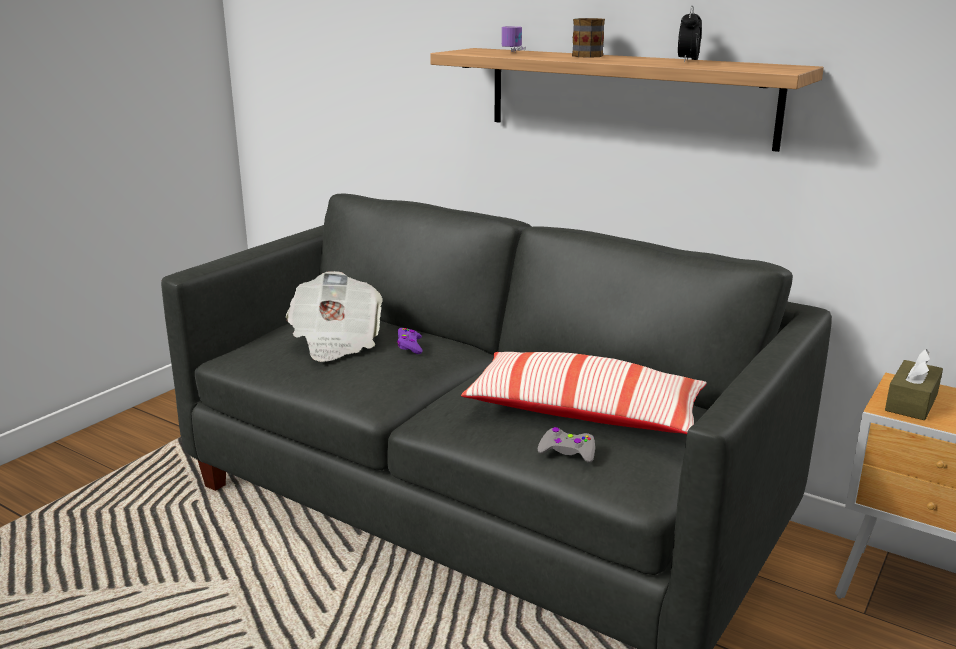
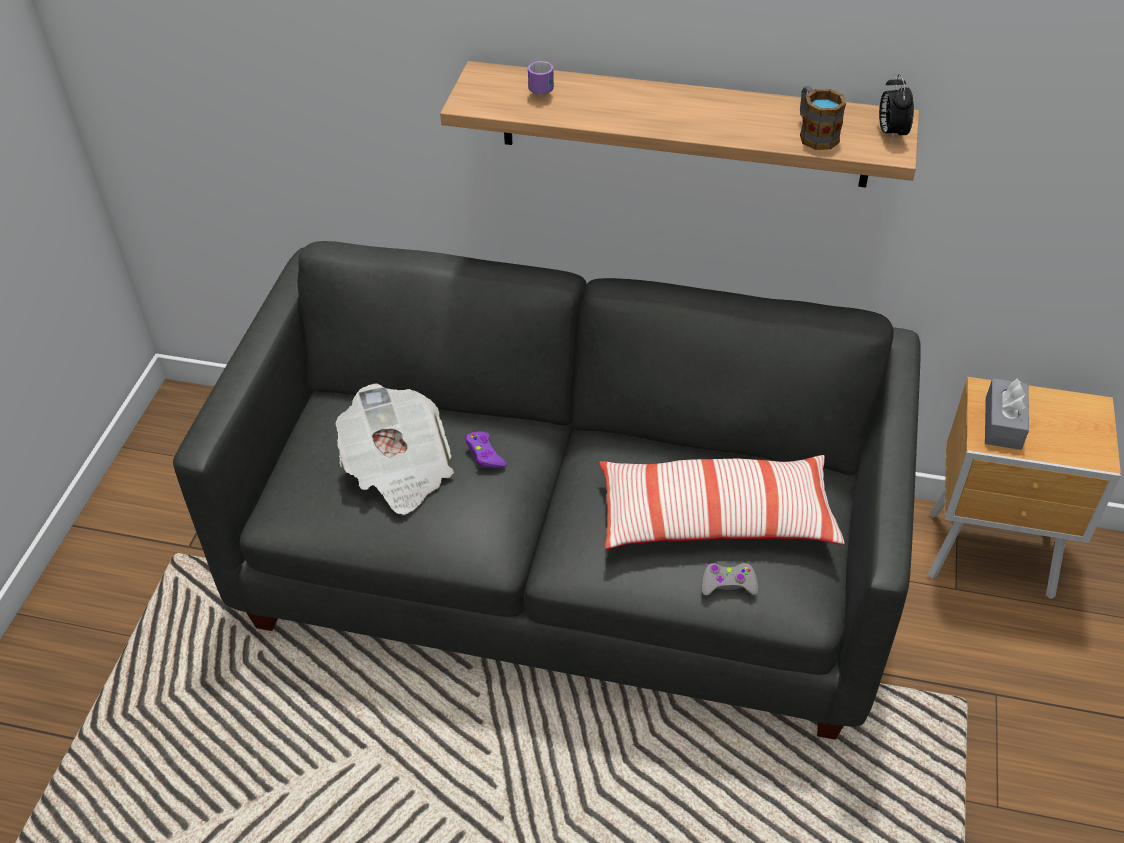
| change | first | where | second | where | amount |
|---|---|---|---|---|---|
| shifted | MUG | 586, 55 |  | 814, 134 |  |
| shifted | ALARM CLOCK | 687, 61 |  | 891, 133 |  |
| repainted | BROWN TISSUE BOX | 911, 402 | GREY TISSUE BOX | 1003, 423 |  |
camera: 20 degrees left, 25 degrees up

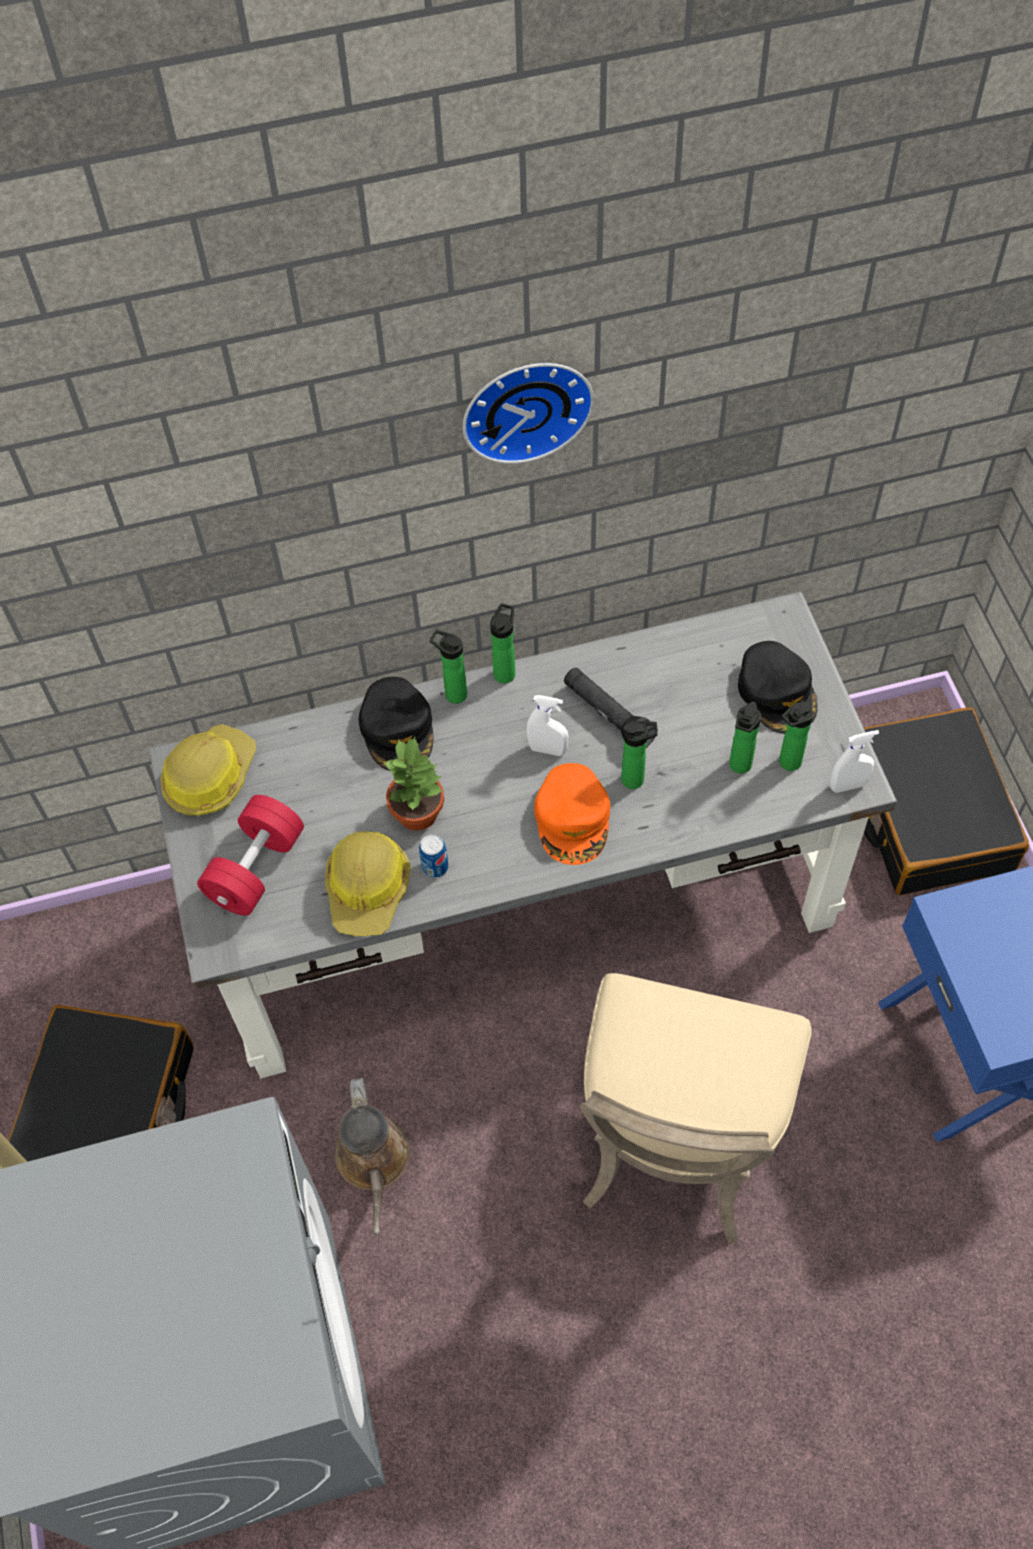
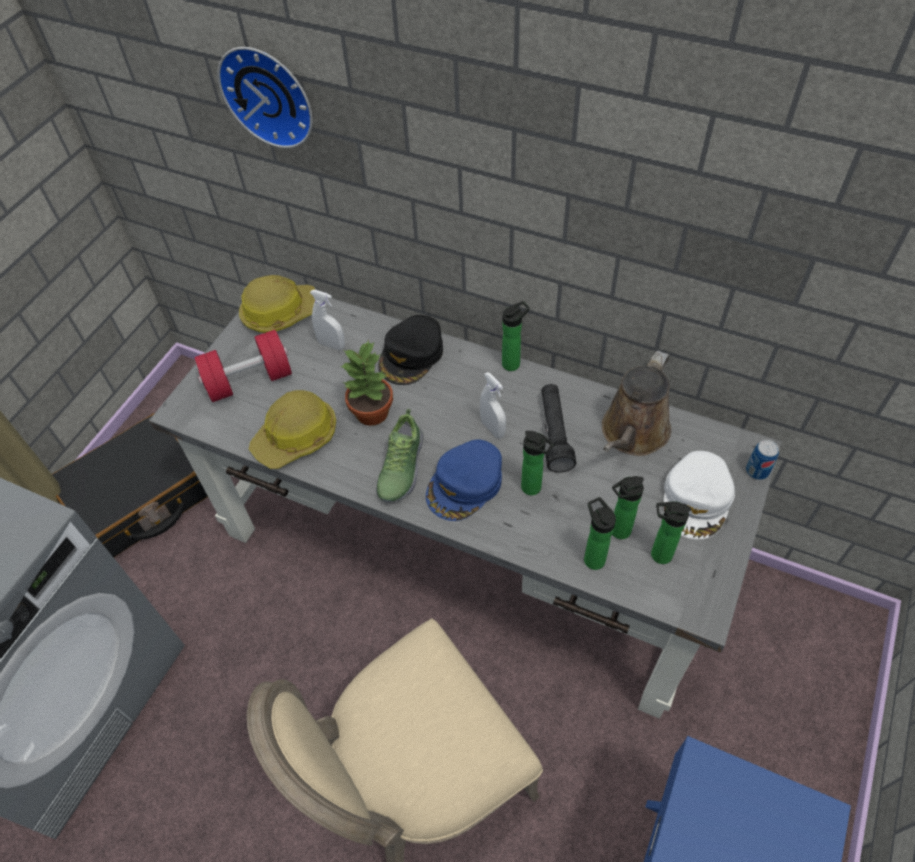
| change | first | where | second | where | amount |
|---|---|---|---|---|---|
| gone | BLACK SUITCASE | 928, 815 |  |  |  |
| new |  |  | SHOE | 400, 468 |  |
| shifted | BROWN WATERING CAN | 374, 1162 |  | 632, 434 |  |
| shifted | CAN | 435, 867 |  | 757, 471 |  |
| shifted | BOTTLE | 452, 693 |  | 592, 557 |  |
| shifted | WALL CLOCK | 525, 406 |  | 270, 94 |  |
| shifted | WHITE SPRAY BOTTLE | 848, 785 |  | 331, 345 |  |
| repainted | ORANGE CAP | 573, 819 | BLUE CAP | 465, 485 |  |
| repainted | BLACK CAP | 777, 692 | WHITE CAP | 697, 499 |  |
camera: 40 degrees right, 5 degrees down

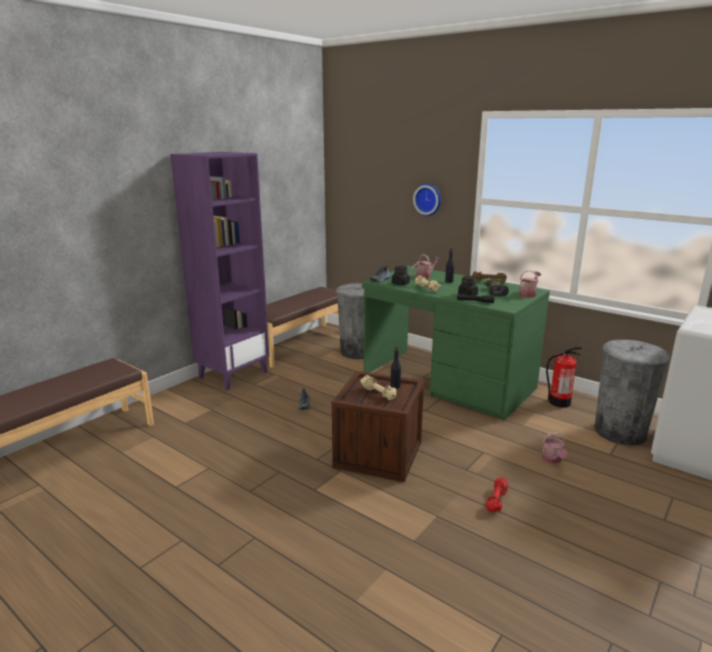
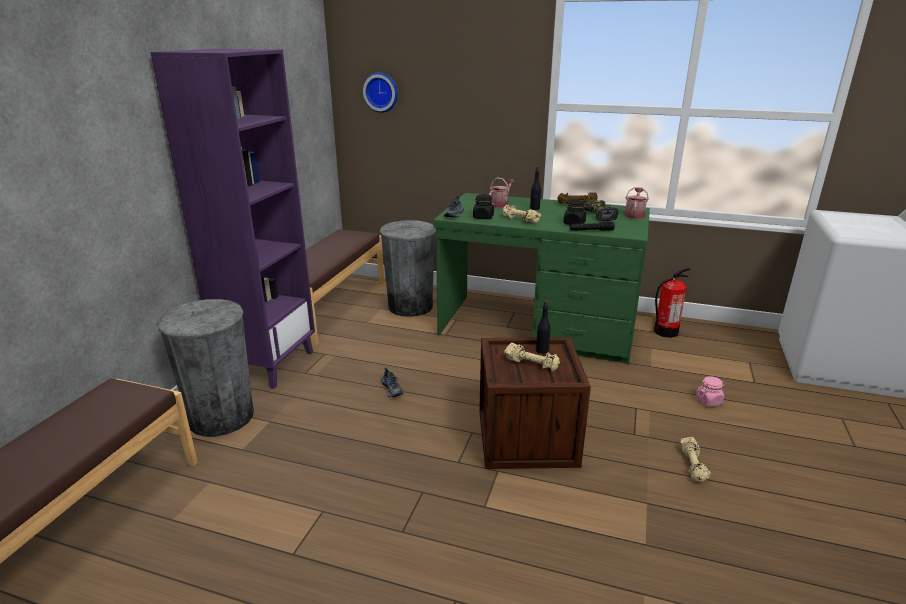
| change | first | where | second | where | amount |
|---|---|---|---|---|---|
| shifted | WALL CLOCK | 428, 199 |  | 381, 92 |  |
| shifted | GREY TRASH CAN | 620, 432 |  | 221, 417 |  |
| swapped | WATERING CAN | 552, 459 | PINK JAR | 708, 401 |  |
| repainted | RED DUMBBELL | 497, 501 | BEIGE DUMBBELL | 693, 466 |  |
camera: 20 degrees left, 5 degrees up

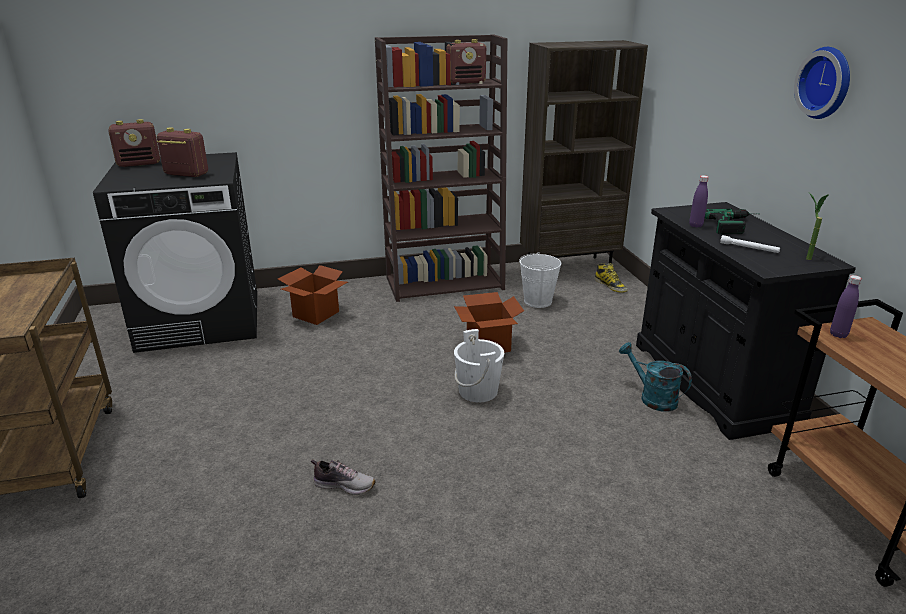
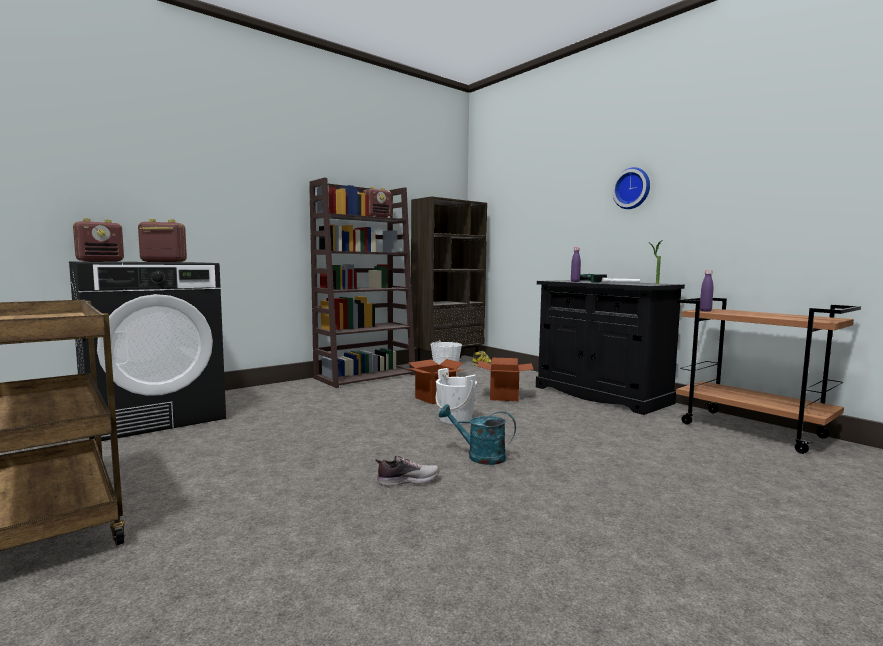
| change | first | where | second | where | amount |
|---|---|---|---|---|---|
| shifted | CARDBOARD BOX | 316, 314 |  | 503, 396 |  |
| shifted | TURQUOISE WATERING CAN | 652, 398 |  | 479, 456 |  |
camera: 25 degrees left, 20 degrees down

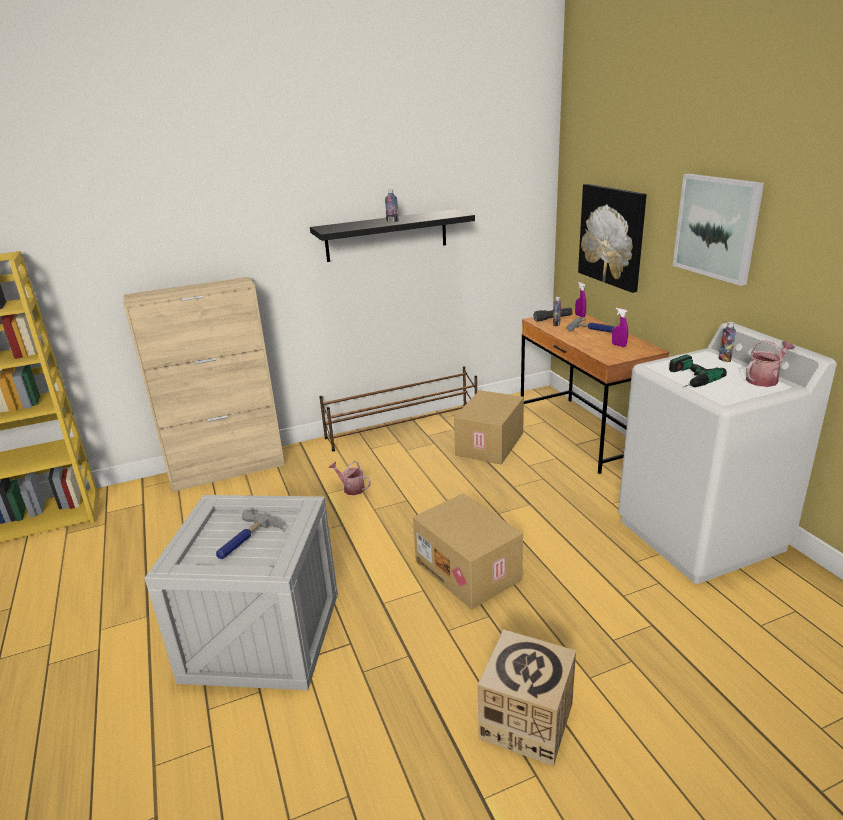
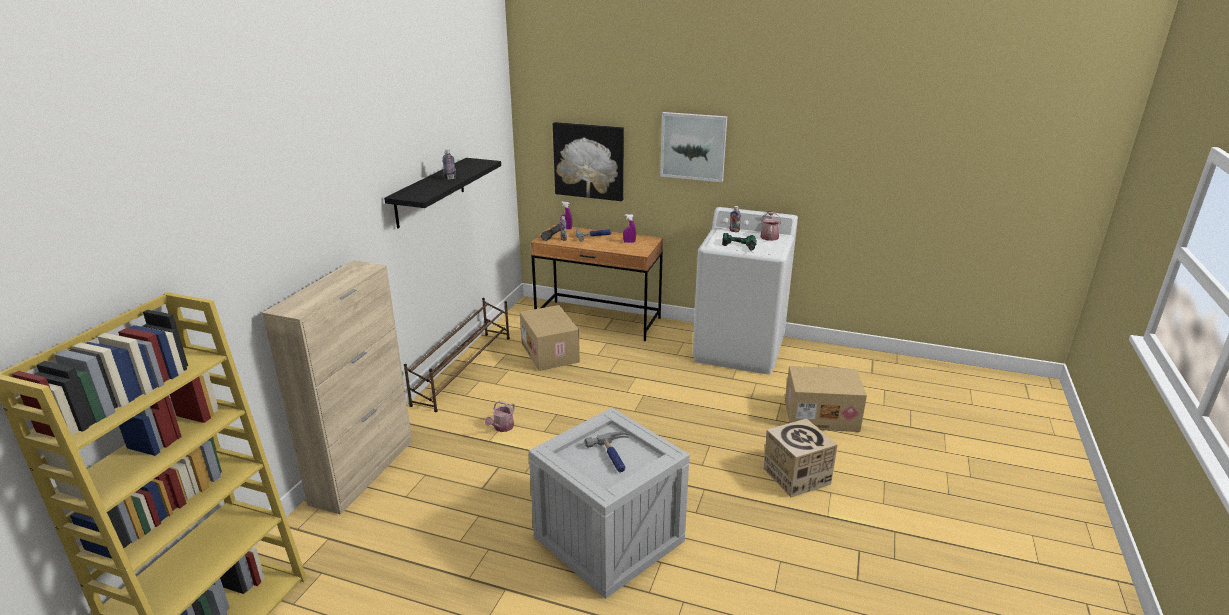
| change | first | where | second | where | amount |
|---|---|---|---|---|---|
| shifted | CARDBOARD BOX | 469, 570 |  | 821, 415 |  |
| rotated | WATERING CAN | 351, 488 |  | 502, 428 | 45 degrees counterclockwise |
camera: 50 degrees left, 0 degrees up

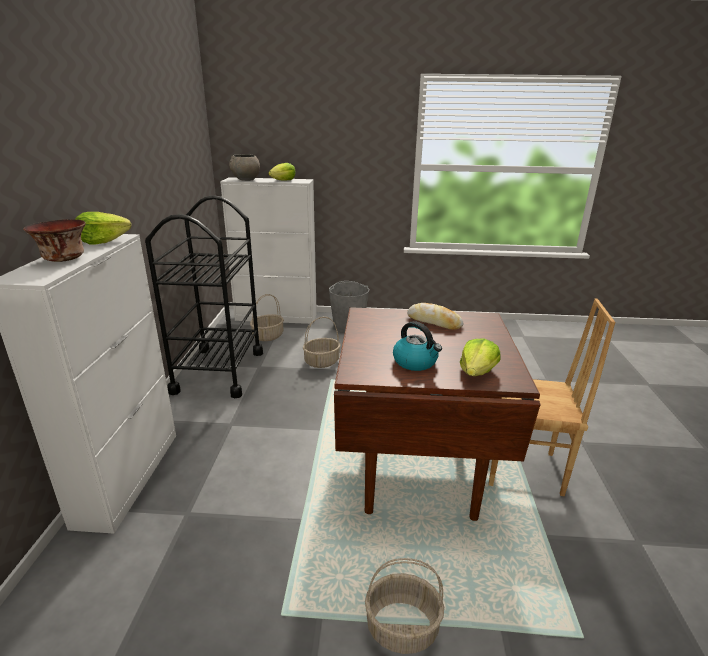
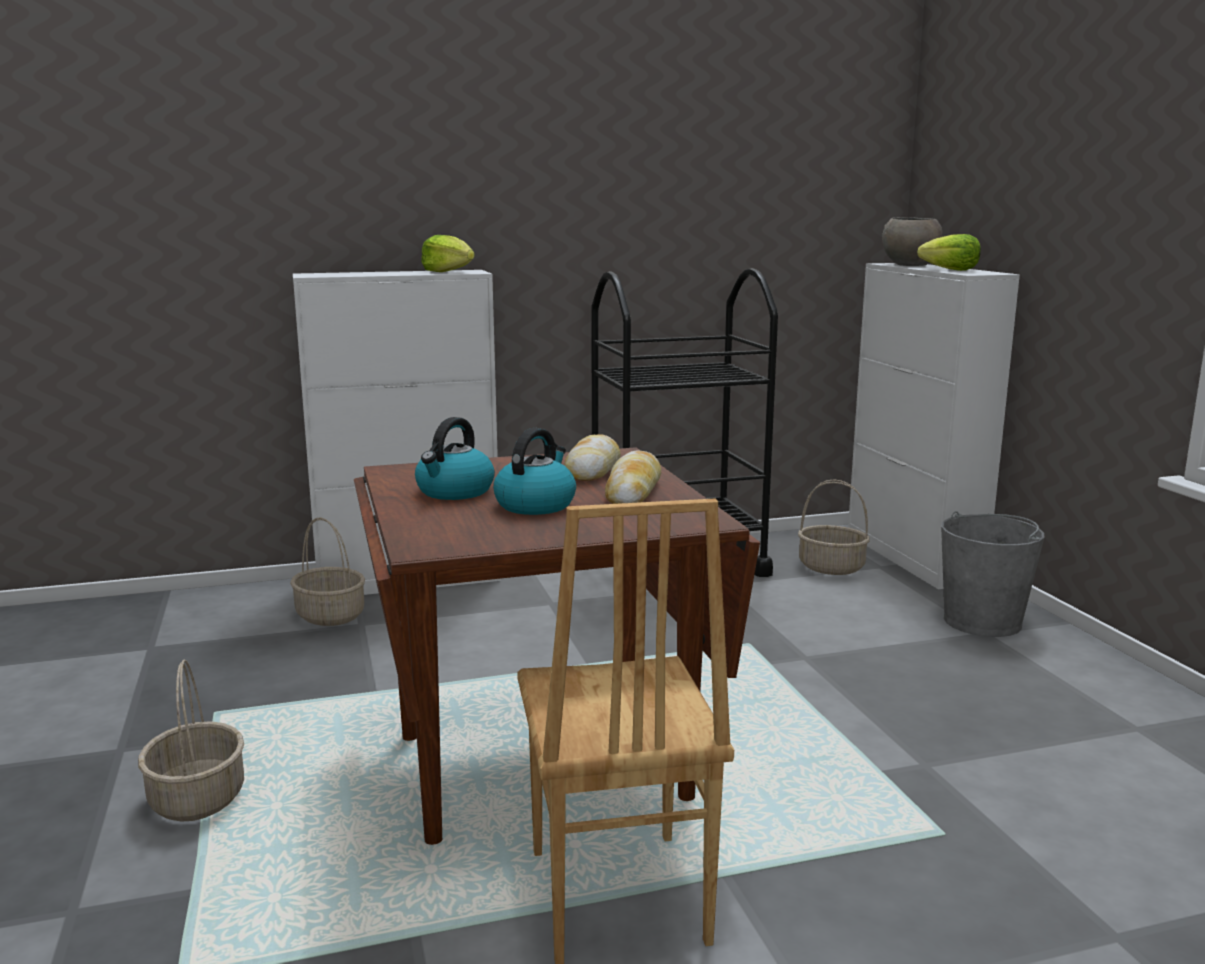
| change | first | where | second | where | amount |
|---|---|---|---|---|---|
| gone | BOWL | 64, 259 |  |  |  |
| gone | LETTUCE | 477, 372 |  |  |  |
| new |  |  | KETTLE | 535, 504 |  |
| new |  |  | BREAD | 593, 470 |  |
| shifted | BASKET | 321, 362 |  | 329, 616 |  |
camera: 70 degrees right, 10 degrees down

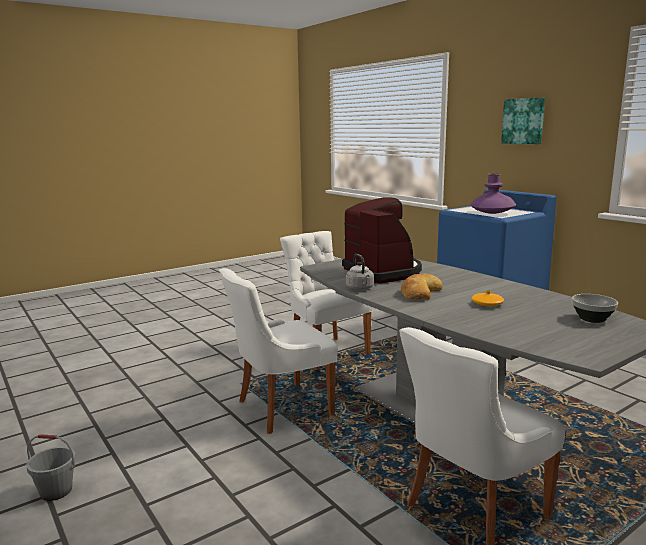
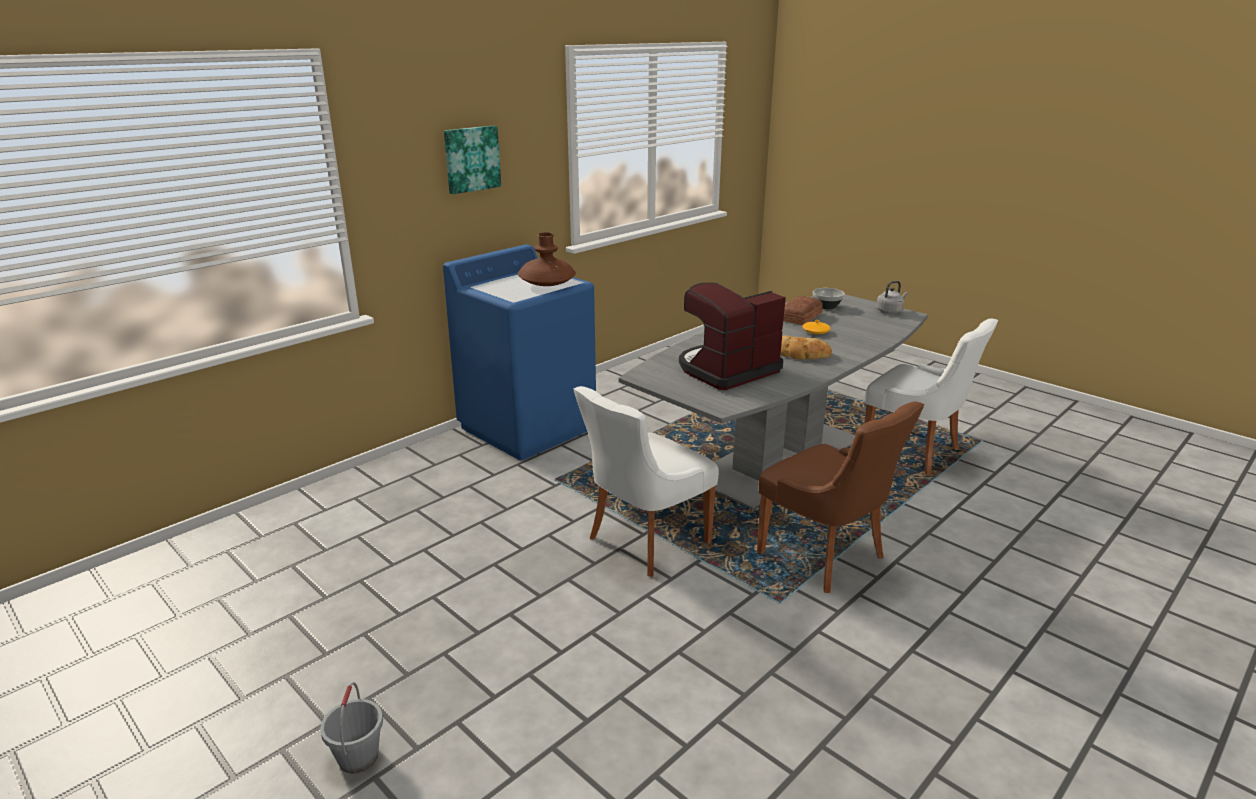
| change | first | where | second | where | amount |
|---|---|---|---|---|---|
| new |  |  | BREAD | 800, 317 |  |
| shifted | GREY BUCKET | 56, 491 |  | 359, 757 |  |
| shifted | GREY KETTLE | 360, 288 |  | 890, 311 |  |
| repainted | WHITE CHAIR | 281, 408 | BROWN CHAIR | 825, 557 |  |
| repainted | PURPLE VASE | 492, 213 | BROWN VASE | 547, 284 |  |
camera: 100 degrees left, 10 degrees up

